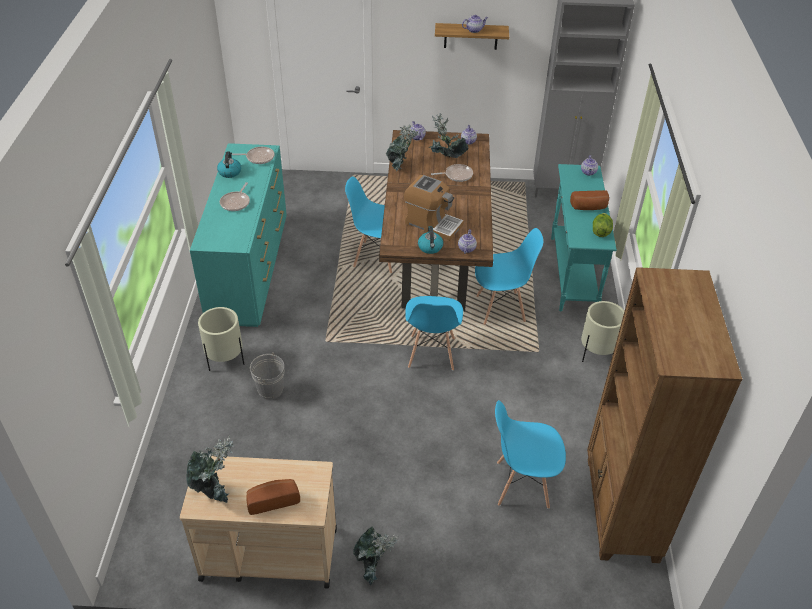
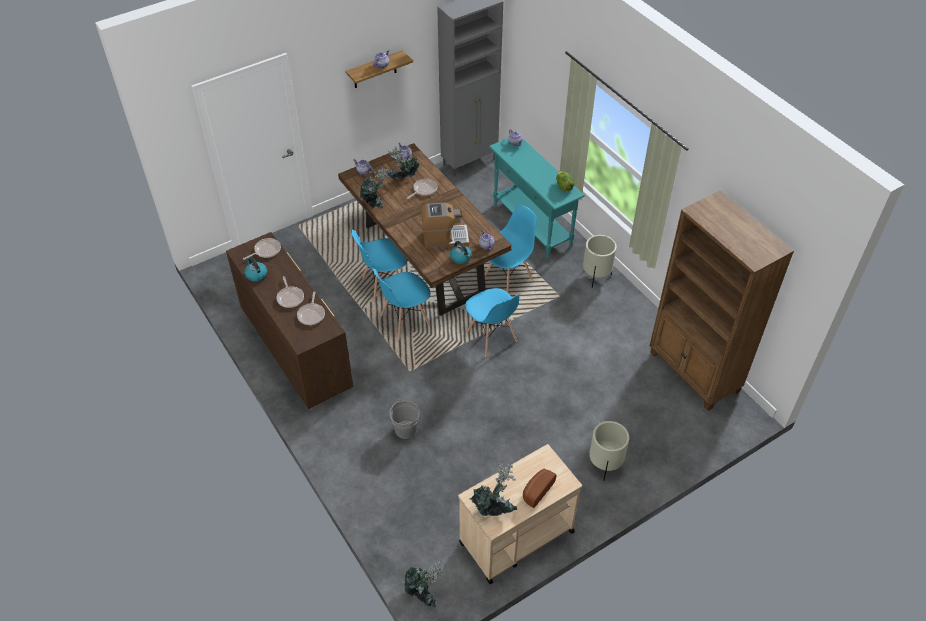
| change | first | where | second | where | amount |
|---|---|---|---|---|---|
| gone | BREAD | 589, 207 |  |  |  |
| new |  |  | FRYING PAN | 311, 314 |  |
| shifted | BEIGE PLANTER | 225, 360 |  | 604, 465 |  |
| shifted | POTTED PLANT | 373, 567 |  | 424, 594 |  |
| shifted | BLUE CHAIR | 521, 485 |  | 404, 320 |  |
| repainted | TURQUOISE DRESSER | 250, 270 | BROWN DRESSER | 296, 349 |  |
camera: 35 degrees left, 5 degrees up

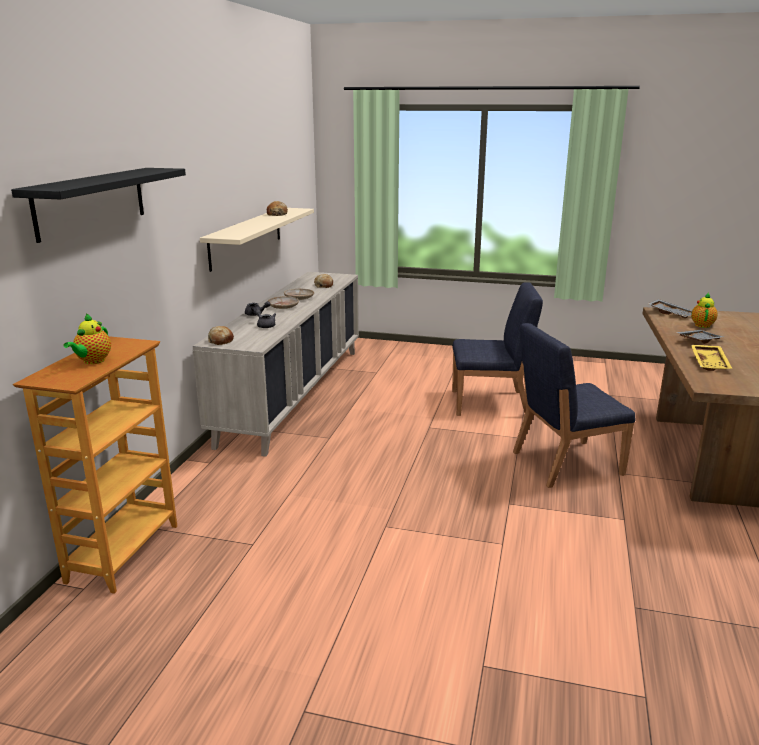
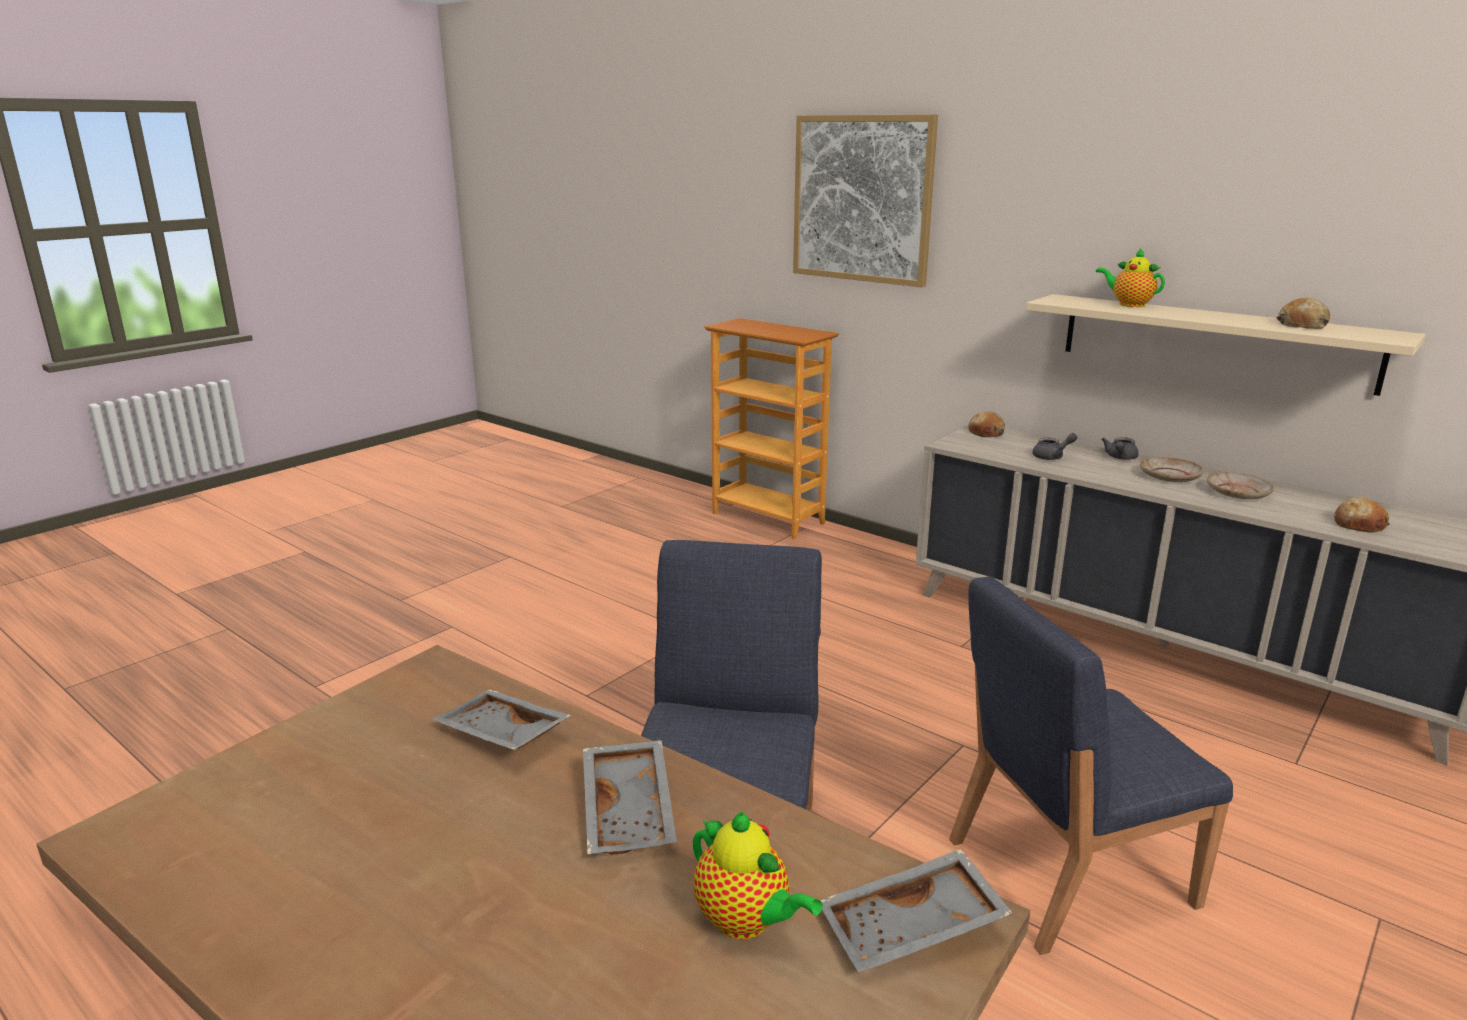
| change | first | where | second | where | amount |
|---|---|---|---|---|---|
| shifted | TEAPOT | 92, 361 |  | 1129, 304 |  |
| swapped | BLACK SHELF | 91, 202 | PICTURE | 862, 199 |  |
| repainted | YELLOW TRAY | 710, 363 | GREY TRAY | 500, 735 |  |
| rotated | BLUE CHAIR | 490, 403 |  | 1066, 871 | 45 degrees clockwise |
camera: 115 degrees right, 0 degrees up

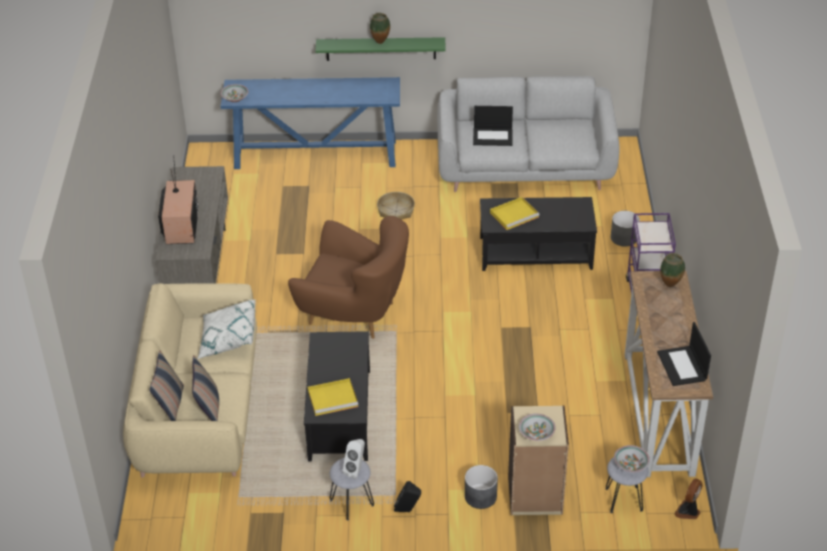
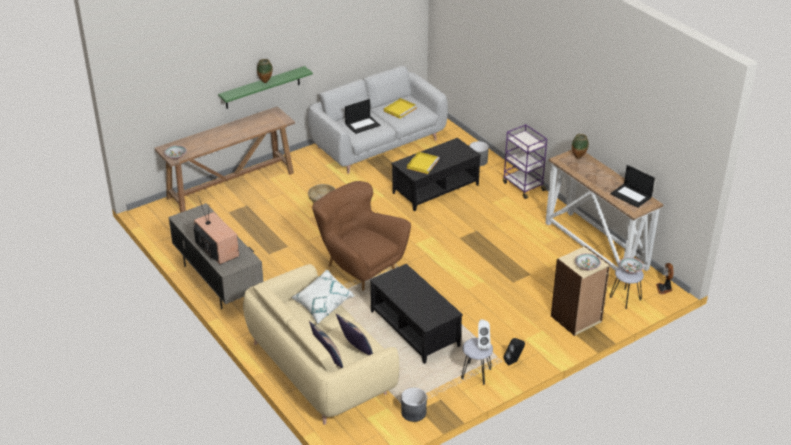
| change | first | where | second | where | amount |
|---|---|---|---|---|---|
| shifted | YELLOW TRAY | 333, 398 |  | 400, 109 |  |
| shifted | GREY PLANTER | 480, 497 |  | 413, 413 |  |
| repainted | BLUE CONSOLE TABLE | 316, 155 | BROWN CONSOLE TABLE | 231, 185 |  |
| rotated | BROWN ARMCHAIR | 354, 313 |  | 360, 268 | 120 degrees counterclockwise |
camera: 35 degrees left, 5 degrees down

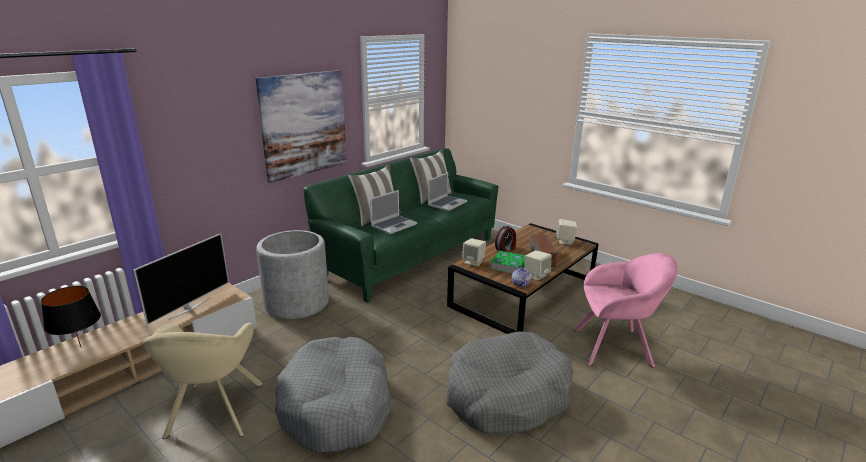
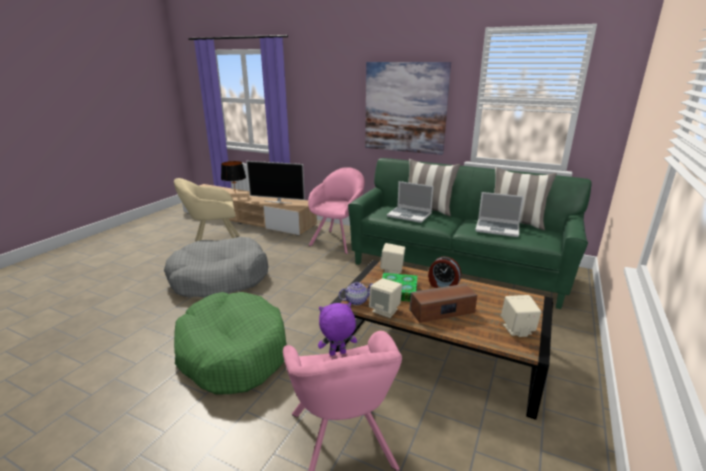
| change | first | where | second | where | amount |
|---|---|---|---|---|---|
| new |  |  | PURPLE PLUSH TOY | 337, 354 |  |
| swapped | GREY PLANTER | 297, 303 | PINK ARMCHAIR | 339, 240 |  |
| repainted | GREY DOG BED | 507, 395 | GREEN DOG BED | 232, 352 |  |
camera: 75 degrees right, 0 degrees up

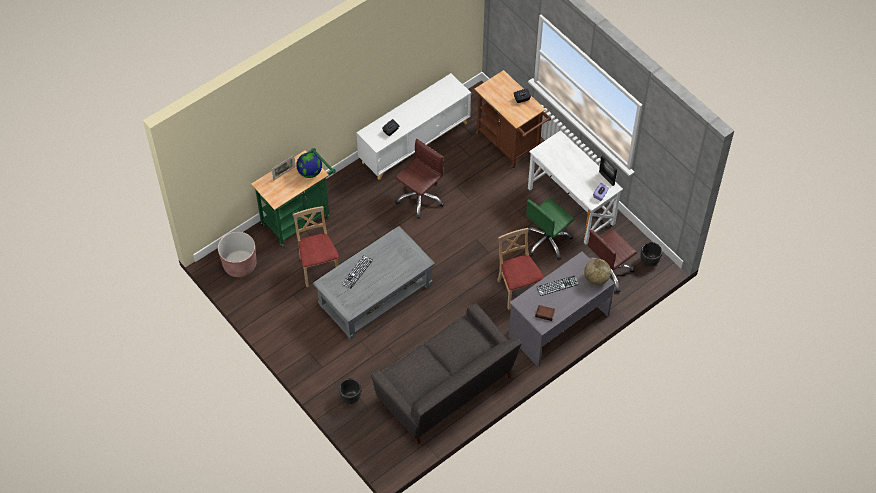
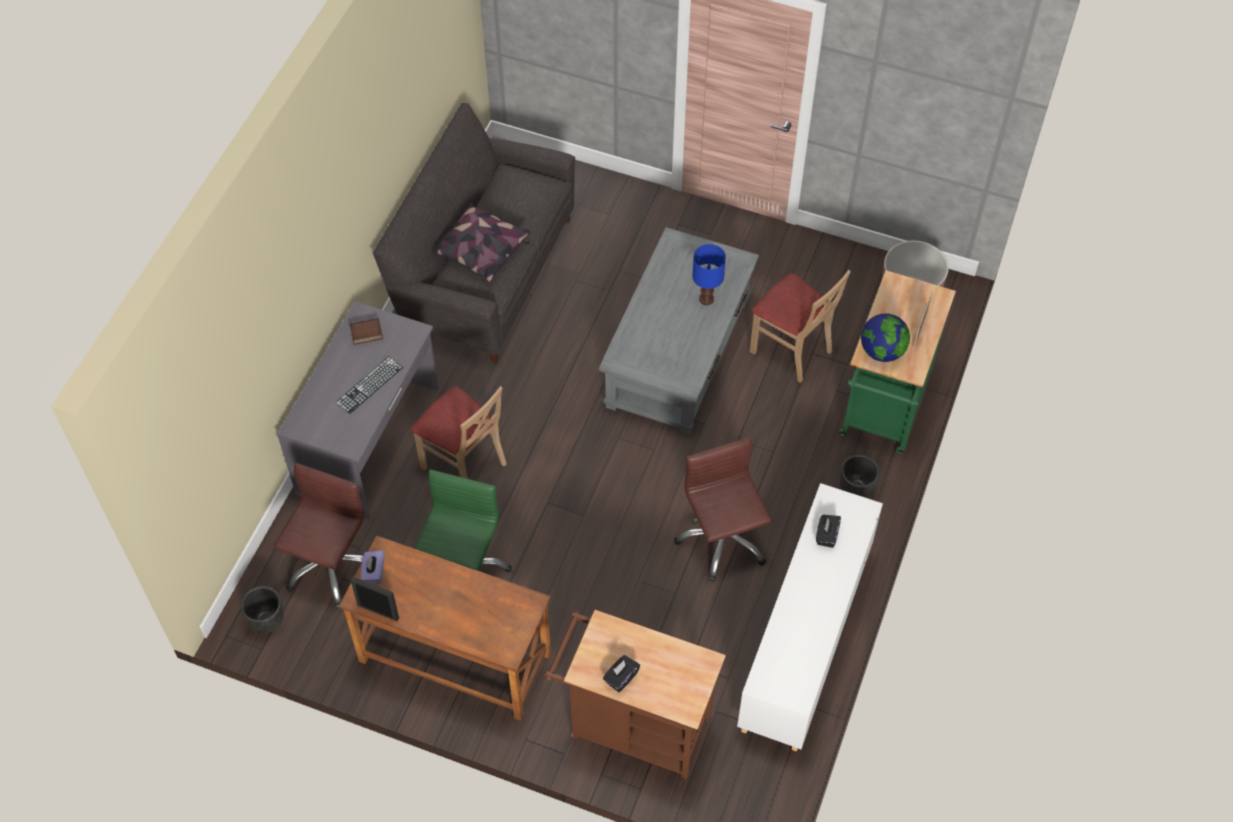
| change | first | where | second | where | amount |
|---|---|---|---|---|---|
| gone | GLOBE | 596, 279 |  |  |  |
| new |  |  | PILLOW | 480, 250 |  |
| shifted | BLACK PLANTER | 350, 397 |  | 856, 490 |  |
| swapped | KEYBOARD | 357, 272 | BLUE TABLE LAMP | 706, 298 |  |
| repainted | WHITE DESK | 571, 206 | BROWN DESK | 454, 658 |  |
| rotated | BROWN OFFICE CHAIR | 420, 198 |  | 722, 540 | 150 degrees clockwise |
camera: 150 degrees right, 0 degrees up

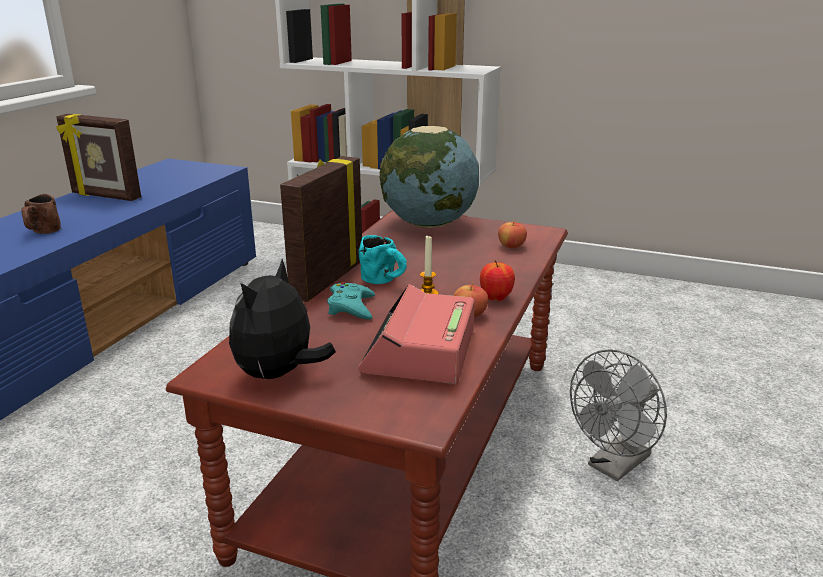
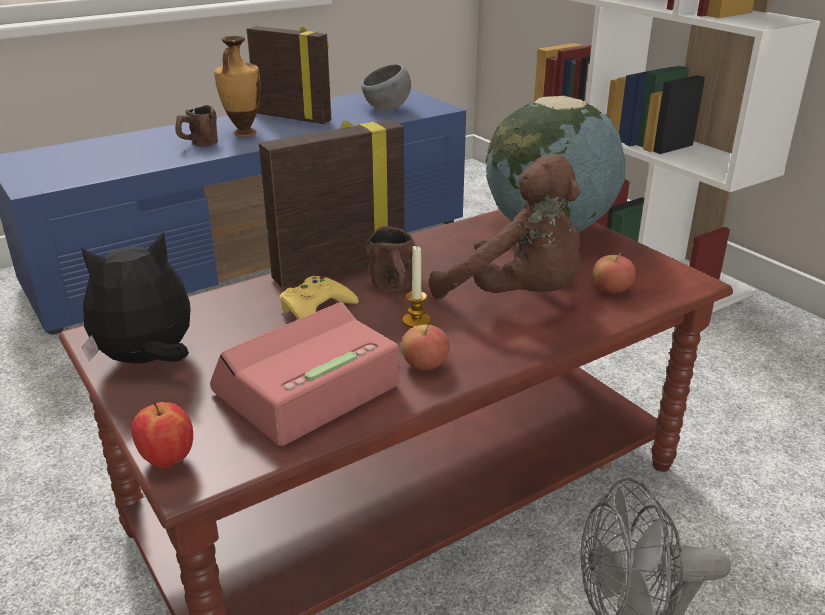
| change | first | where | second | where | amount |
|---|---|---|---|---|---|
| new |  |  | VASE | 243, 133 |  |
| new |  |  | GREY BOWL | 387, 109 |  |
| new |  |  | BROWN PLUSH TOY | 517, 297 |  |
| shifted | APPLE | 496, 298 |  | 168, 460 |  |
| repainted | TURQUOISE GAME CONTROLLER | 351, 307 | YELLOW GAME CONTROLLER | 316, 309 |  |
| repainted | TURQUOISE MUG | 385, 281 | BROWN MUG | 394, 289 |  |
| rotated | PICTURE FRAME | 105, 196 |  | 293, 117 | 150 degrees clockwise |
camera: 35 degrees right, 5 degrees up

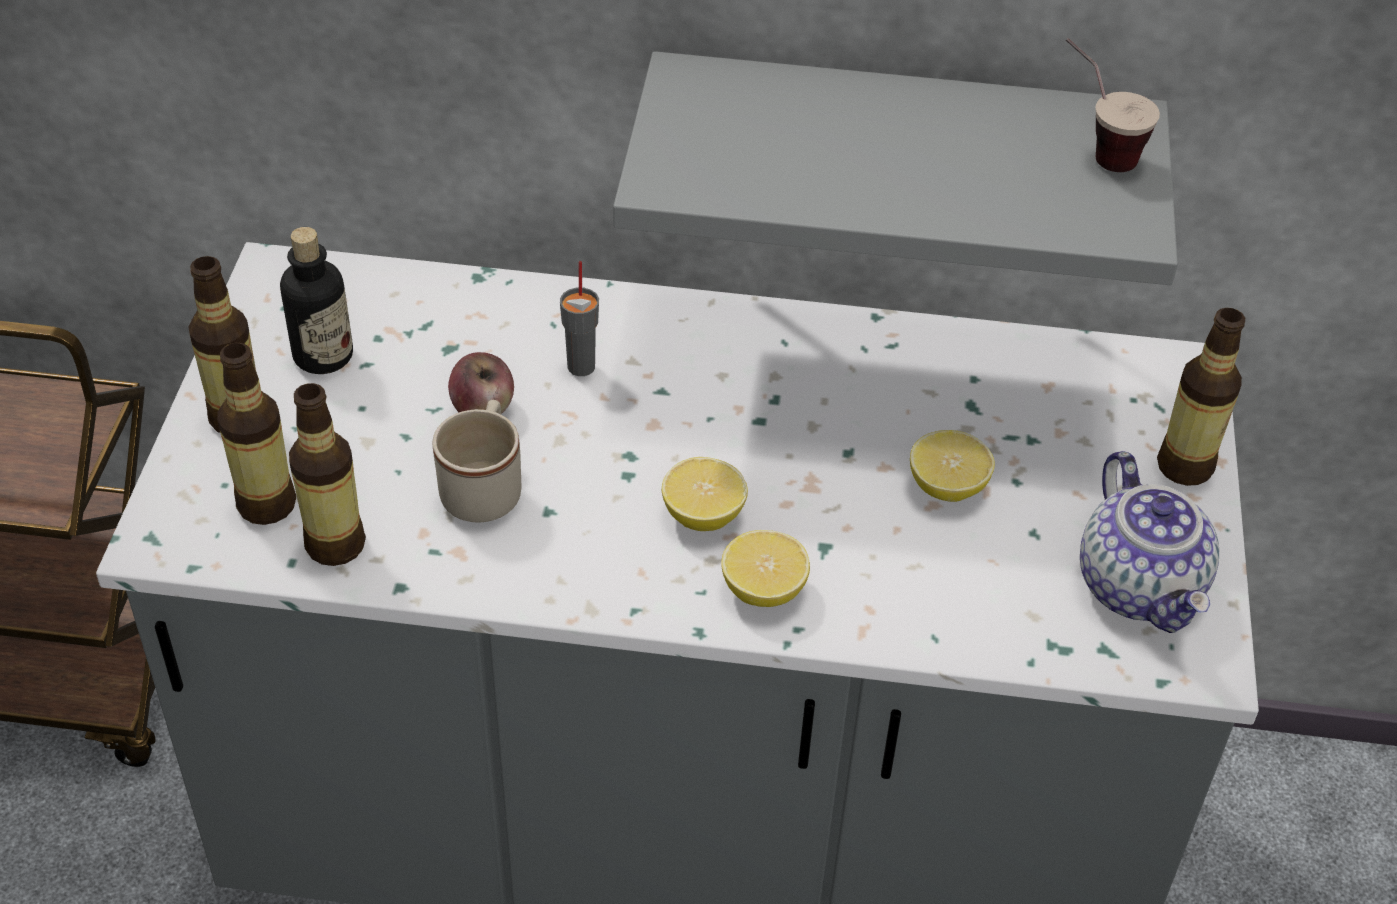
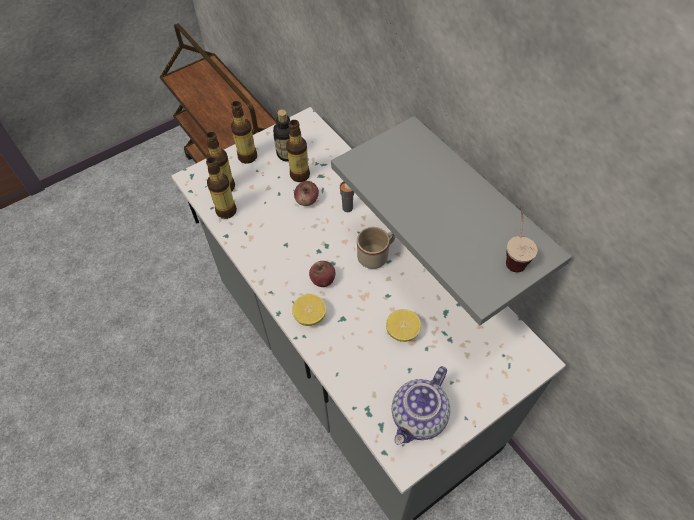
| change | first | where | second | where | amount |
|---|---|---|---|---|---|
| shifted | BEIGE MUG | 484, 487 |  | 376, 255 |  |
| shifted | BOTTLE | 1185, 466 |  | 300, 175 |  |
| swapped | LEMON | 703, 515 | APPLE | 323, 280 |  |
camera: 50 degrees right, 10 degrees up

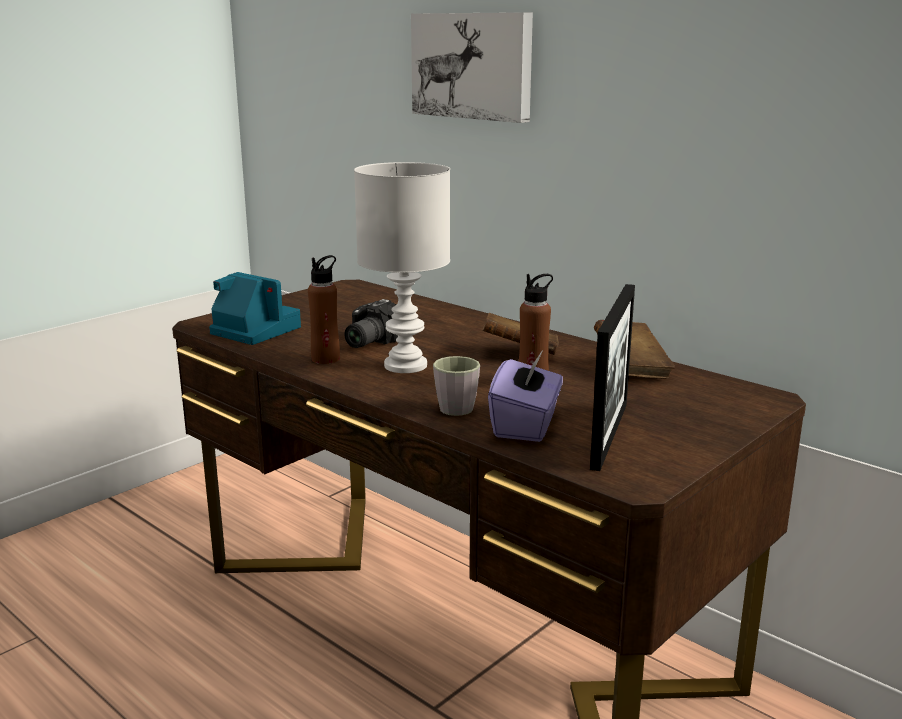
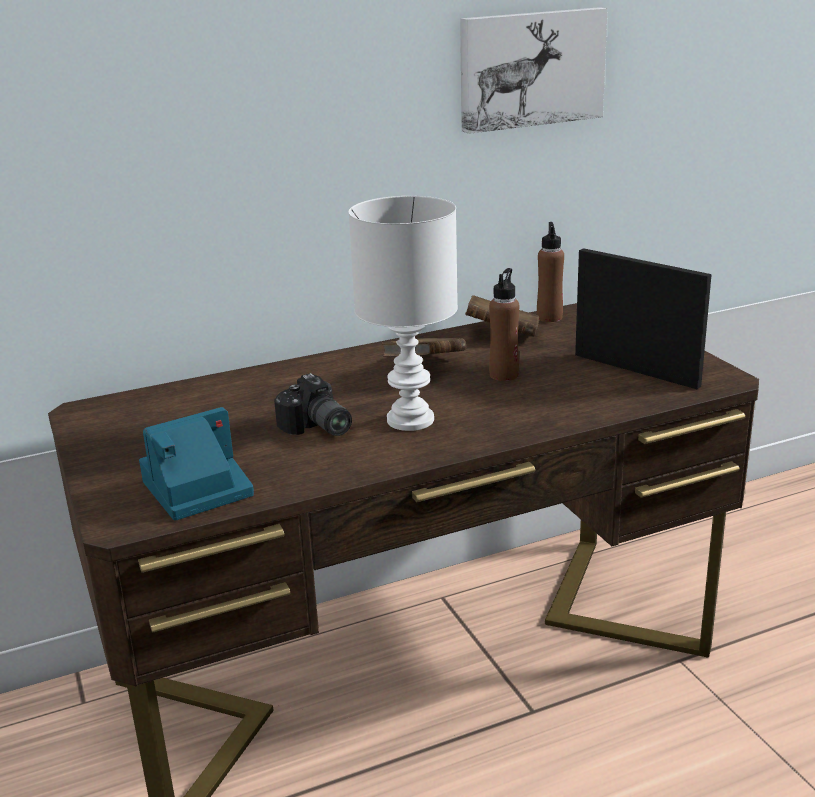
| change | first | where | second | where | amount |
|---|---|---|---|---|---|
| gone | GREY MUG | 453, 405 |  |  |  |
| gone | PURPLE TISSUE BOX | 526, 425 |  |  |  |
| shifted | BROWN BOTTLE | 326, 359 |  | 549, 317 |  |
| shifted | PICTURE | 473, 66 |  | 530, 69 |  |
camera: 65 degrees left, 5 degrees up

